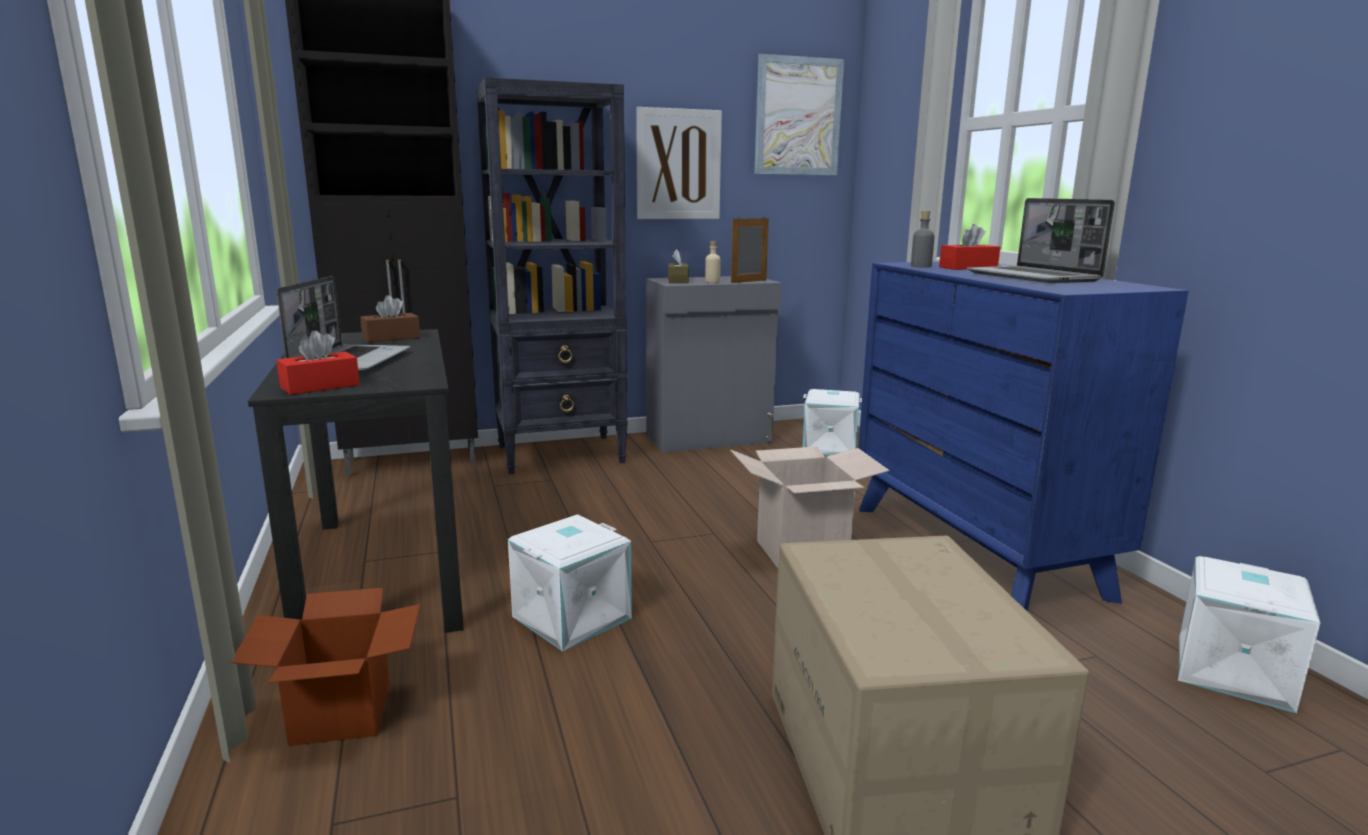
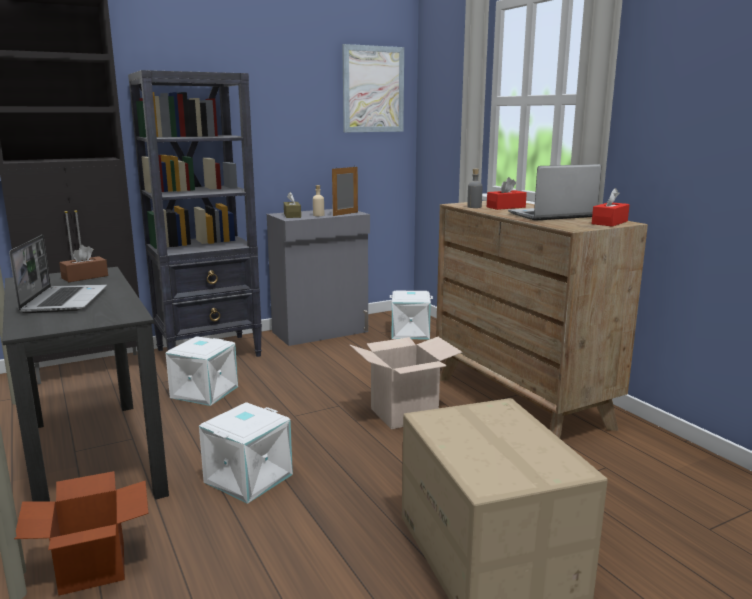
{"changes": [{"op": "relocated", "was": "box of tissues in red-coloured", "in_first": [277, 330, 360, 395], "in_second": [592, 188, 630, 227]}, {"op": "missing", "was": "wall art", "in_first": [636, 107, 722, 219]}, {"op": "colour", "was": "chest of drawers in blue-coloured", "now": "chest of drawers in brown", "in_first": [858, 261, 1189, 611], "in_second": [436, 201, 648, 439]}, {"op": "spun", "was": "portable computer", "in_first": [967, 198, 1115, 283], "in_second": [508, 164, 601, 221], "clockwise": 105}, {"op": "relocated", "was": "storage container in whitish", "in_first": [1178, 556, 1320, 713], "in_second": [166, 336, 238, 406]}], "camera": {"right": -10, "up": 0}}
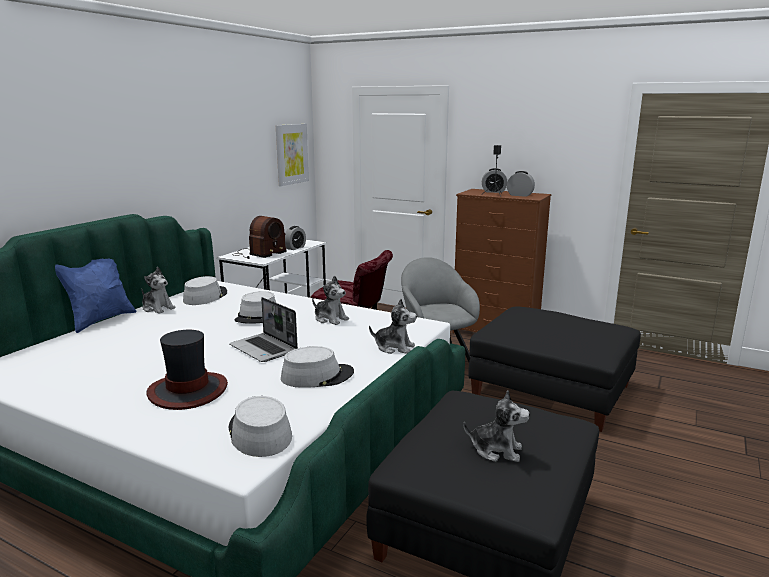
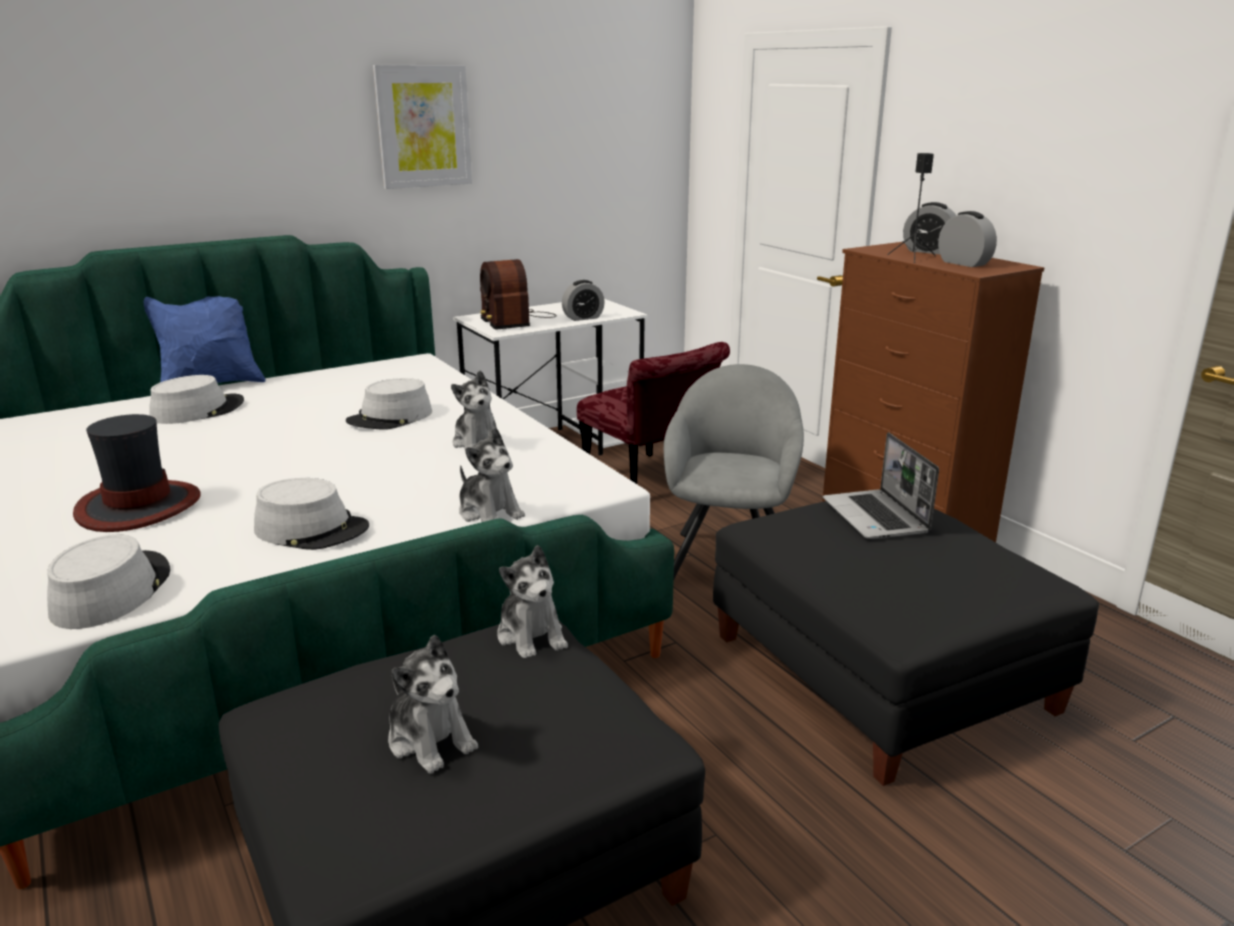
{"changes": [{"op": "relocated", "was": "soft toy", "in_first": [141, 267, 175, 314], "in_second": [497, 545, 568, 658]}, {"op": "relocated", "was": "hat in gray", "in_first": [183, 276, 227, 305], "in_second": [149, 375, 244, 424]}, {"op": "relocated", "was": "portable computer", "in_first": [229, 297, 298, 362], "in_second": [823, 432, 939, 539]}, {"op": "spun", "was": "radio set", "in_first": [233, 216, 287, 259], "in_second": [480, 259, 557, 330], "clockwise": 90}, {"op": "relocated", "was": "wall art", "in_first": [276, 124, 309, 186], "in_second": [373, 65, 472, 189]}], "camera": {"right": 30, "up": 5}}
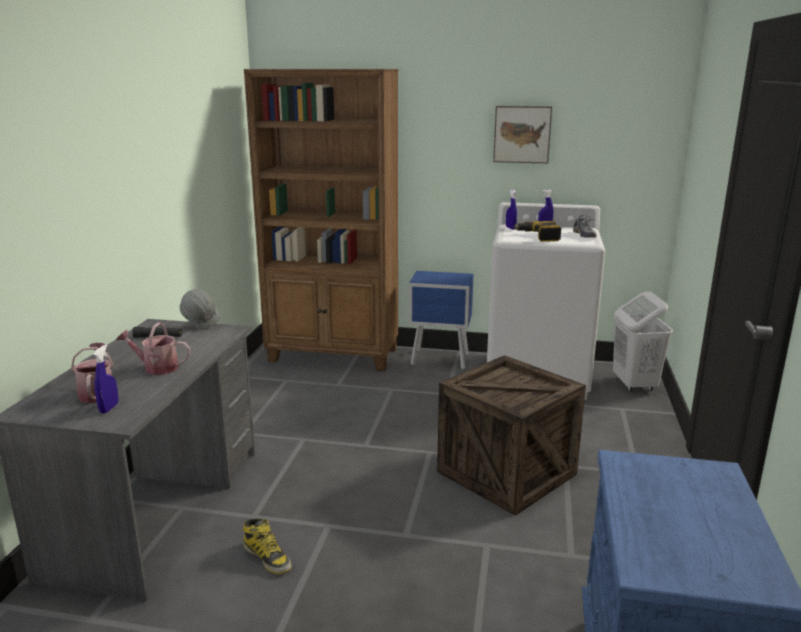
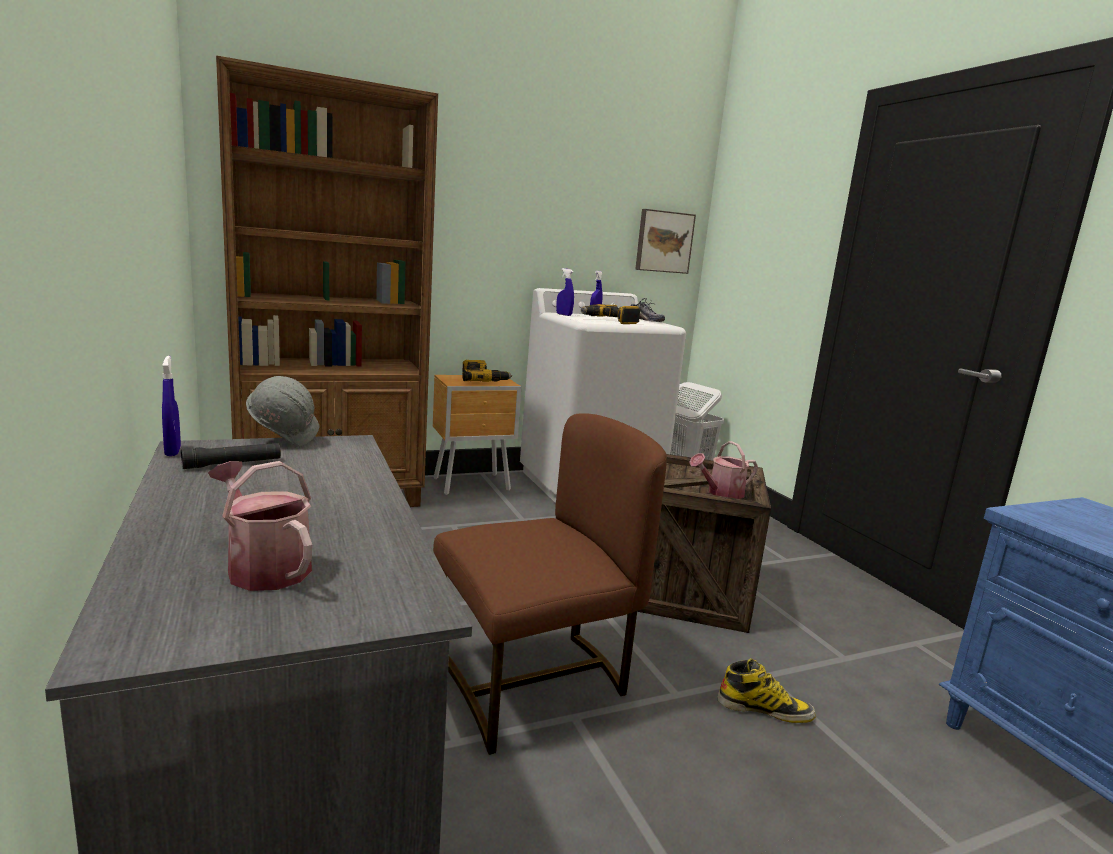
{"changes": [{"op": "relocated", "was": "hand sprayer in blue-coloured", "in_first": [93, 345, 118, 414], "in_second": [162, 356, 181, 456]}, {"op": "relocated", "was": "watering pot", "in_first": [116, 322, 190, 375], "in_second": [689, 441, 758, 499]}, {"op": "relocated", "was": "high-top boot", "in_first": [243, 519, 292, 574], "in_second": [717, 658, 816, 723]}, {"op": "colour", "was": "bedside table in blue-coloured", "now": "bedside table in brown", "in_first": [409, 271, 474, 369], "in_second": [433, 375, 521, 495]}, {"op": "relocated", "was": "wall art", "in_first": [493, 106, 552, 164], "in_second": [635, 209, 696, 274]}, {"op": "appeared", "now": "chair in brown", "in_second": [433, 413, 667, 755]}, {"op": "appeared", "now": "electric drill", "in_second": [462, 360, 512, 382]}], "camera": {"right": -35, "up": -5}}
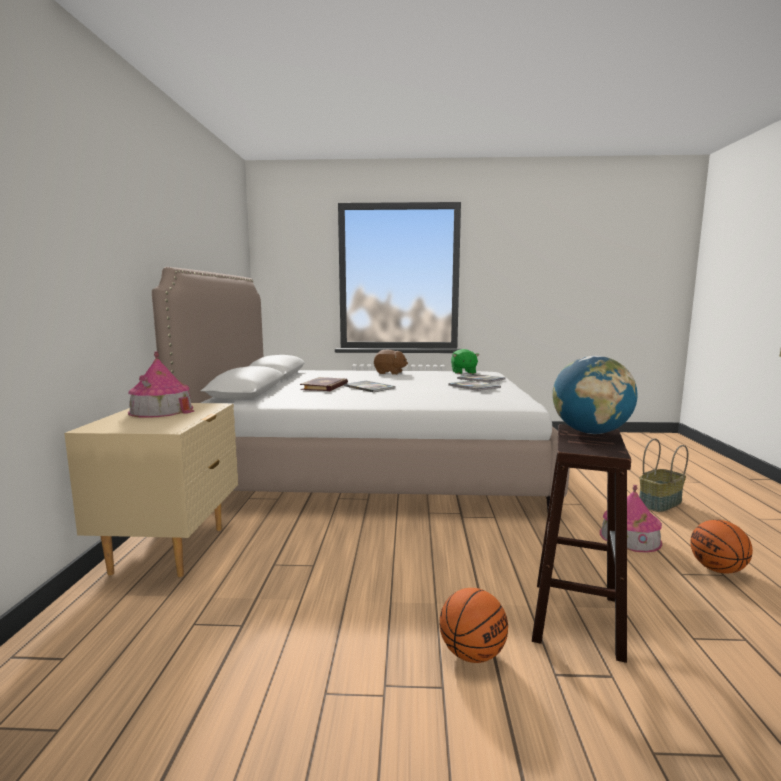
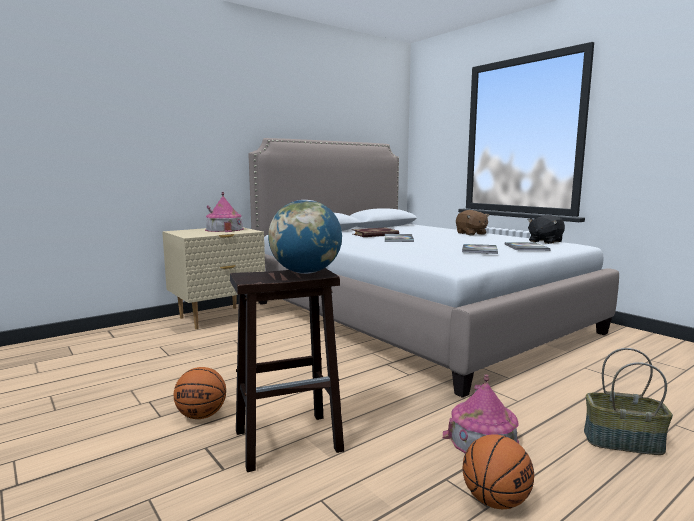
{"changes": [{"op": "colour", "was": "soft toy in green", "now": "soft toy in black-coloured", "in_first": [451, 349, 479, 374], "in_second": [528, 215, 565, 244]}], "camera": {"right": 50, "up": 0}}
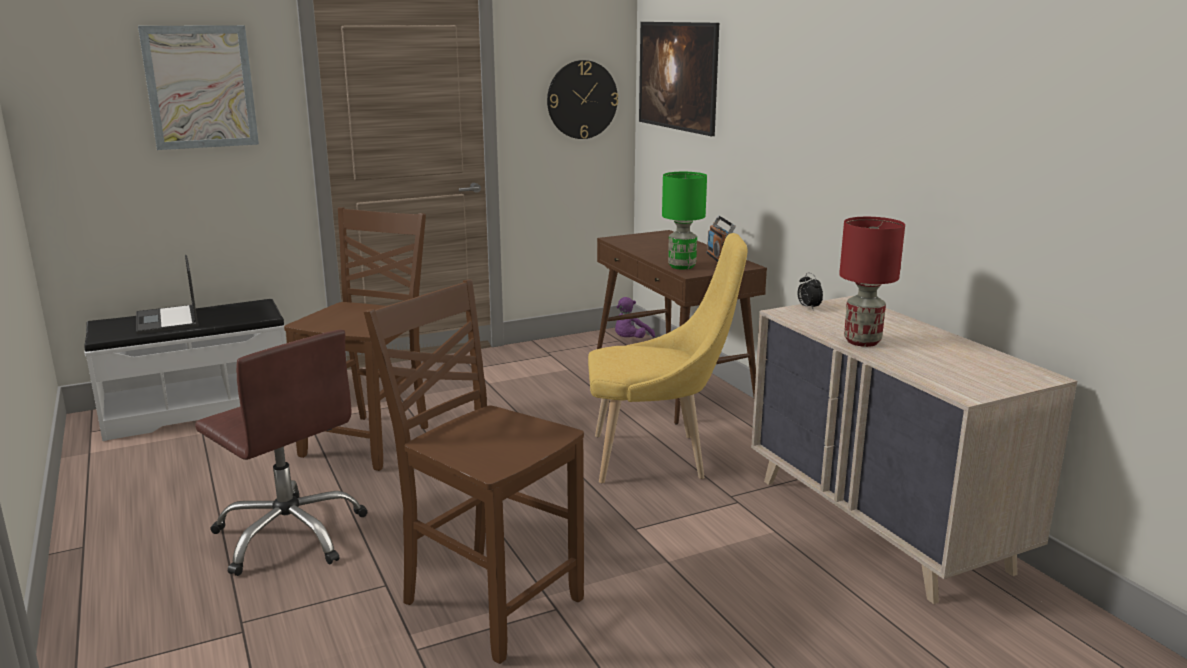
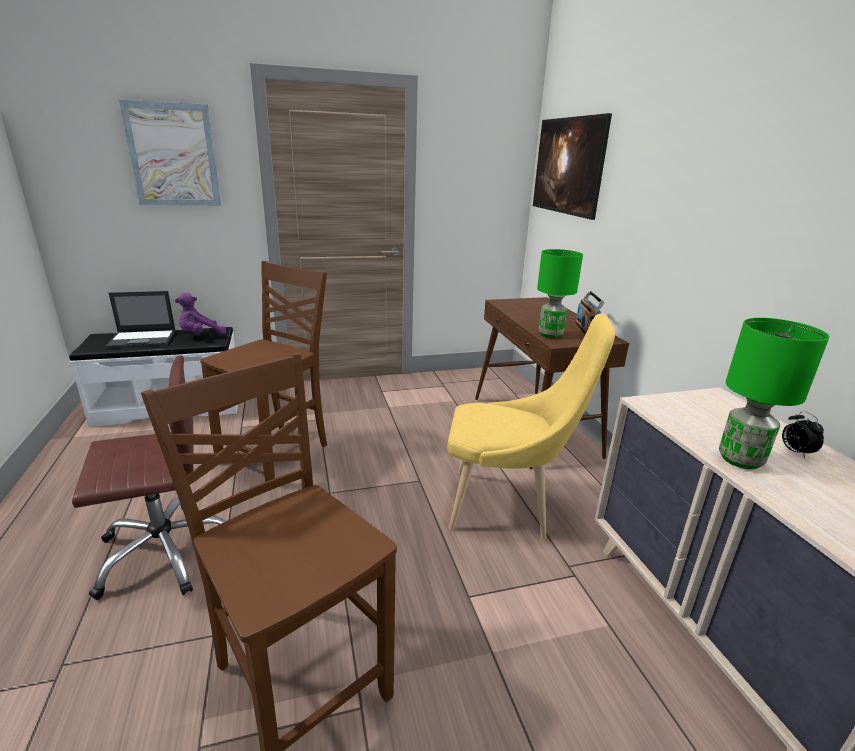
{"changes": [{"op": "spun", "was": "portable computer", "in_first": [136, 255, 199, 334], "in_second": [105, 291, 176, 349], "clockwise": -90}, {"op": "spun", "was": "desk chair in brown", "in_first": [195, 329, 368, 576], "in_second": [72, 355, 226, 600], "clockwise": -75}, {"op": "missing", "was": "hanging clock", "in_first": [547, 60, 618, 139]}, {"op": "relocated", "was": "soft toy in purplish", "in_first": [615, 297, 655, 338], "in_second": [175, 292, 226, 334]}, {"op": "relocated", "was": "table clock", "in_first": [798, 273, 823, 309], "in_second": [782, 411, 824, 458]}, {"op": "colour", "was": "lamp for a table in red-coloured", "now": "lamp for a table in green", "in_first": [839, 217, 905, 347], "in_second": [719, 318, 830, 469]}], "camera": {"right": 10, "up": 5}}
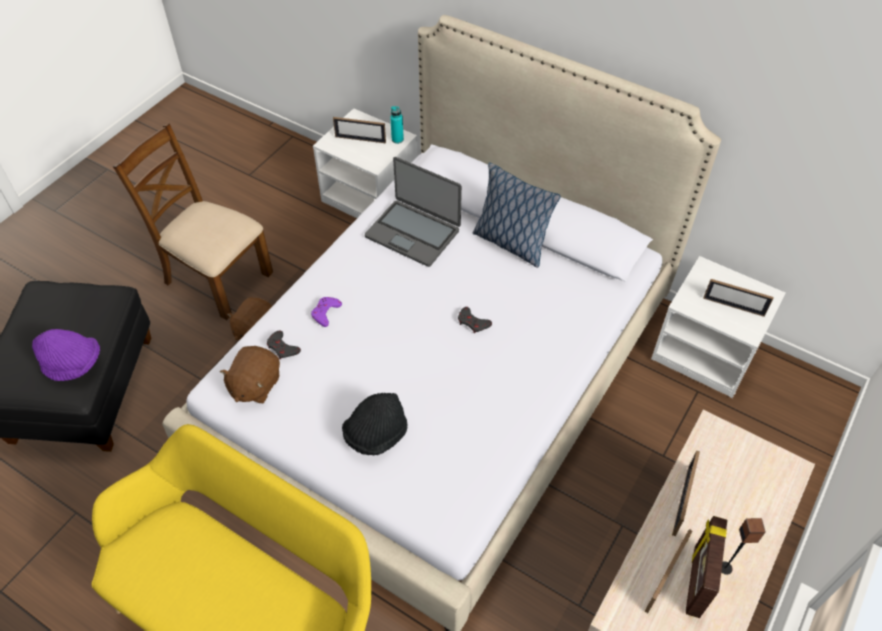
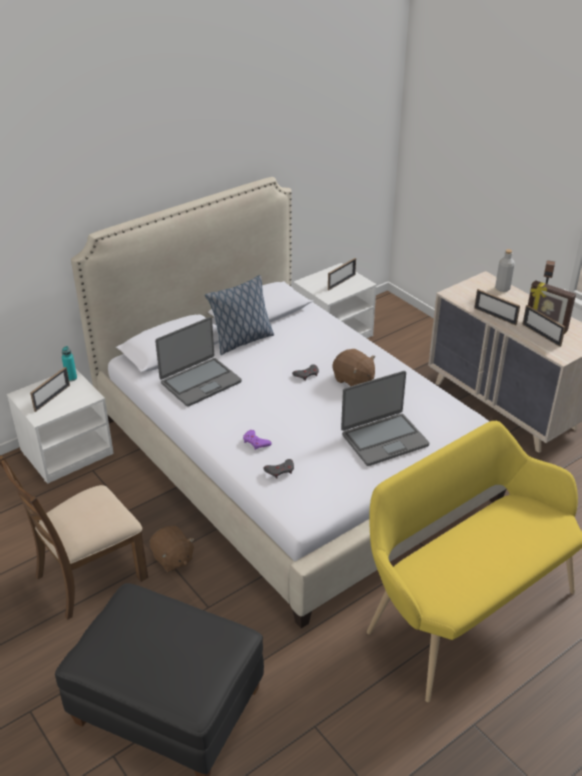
{"changes": [{"op": "missing", "was": "hat in purplish", "in_first": [32, 329, 100, 381]}, {"op": "relocated", "was": "soft toy in brown", "in_first": [220, 346, 280, 403], "in_second": [333, 349, 375, 386]}, {"op": "exchanged", "was": "hat in black-coloured", "now": "portable computer", "in_first": [342, 393, 407, 455], "in_second": [341, 371, 429, 466]}, {"op": "appeared", "now": "beverage bottle in gray", "in_second": [495, 249, 515, 292]}], "camera": {"right": -70, "up": -15}}
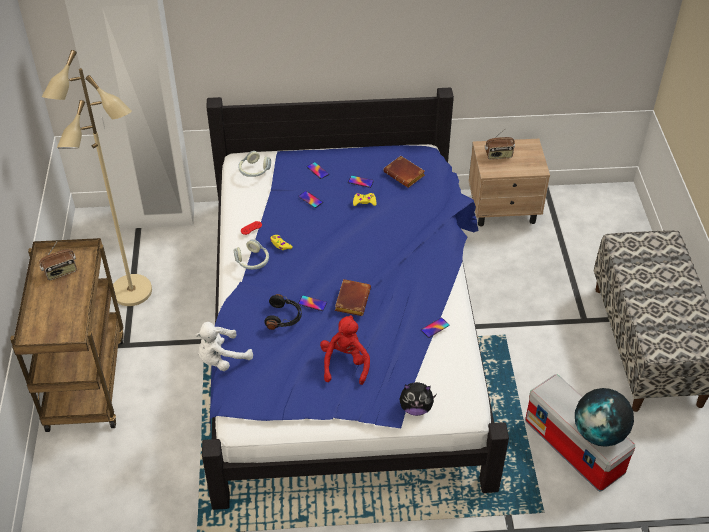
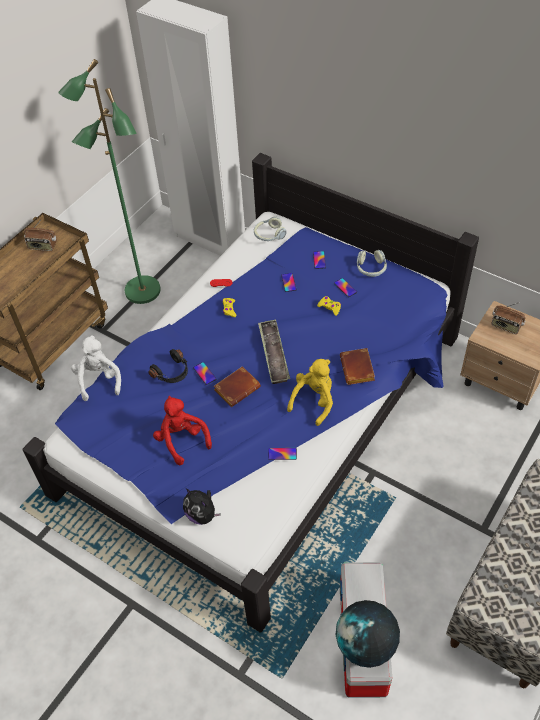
{"changes": [{"op": "colour", "was": "standing lamp in beige", "now": "standing lamp in green", "in_first": [42, 50, 152, 306], "in_second": [58, 59, 161, 304]}, {"op": "spun", "was": "soft toy in whitish", "in_first": [195, 322, 253, 371], "in_second": [71, 335, 121, 401], "clockwise": 75}, {"op": "relocated", "was": "pair of headphones", "in_first": [234, 239, 269, 269], "in_second": [357, 250, 387, 277]}, {"op": "spun", "was": "soft toy in red-coloured", "in_first": [320, 315, 370, 385], "in_second": [153, 396, 212, 465], "clockwise": -75}, {"op": "relocated", "was": "volume in brown", "in_first": [383, 156, 425, 188], "in_second": [340, 348, 375, 385]}, {"op": "appeared", "now": "serving tray", "in_second": [258, 319, 290, 384]}, {"op": "appeared", "now": "soft toy in yellow", "in_second": [287, 359, 333, 426]}], "camera": {"right": 40, "up": 5}}
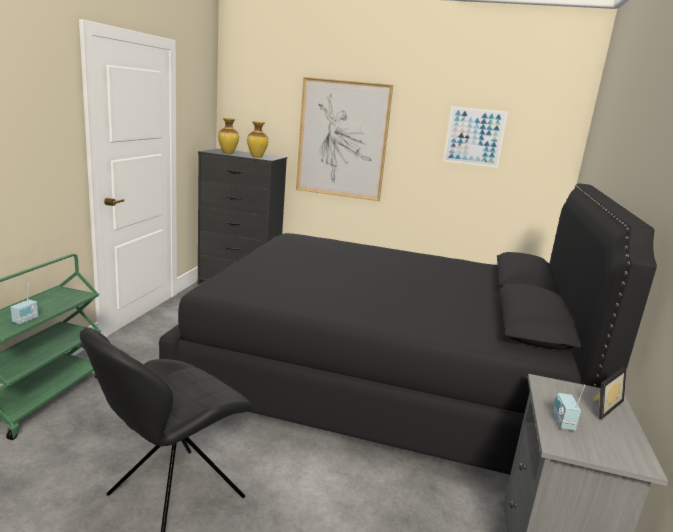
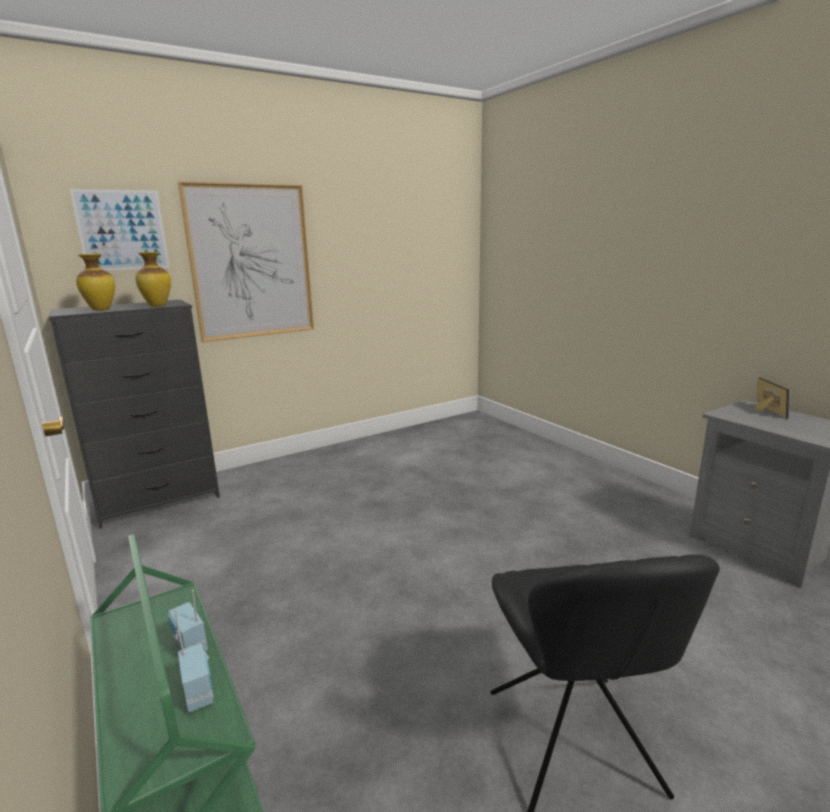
{"changes": [{"op": "missing", "was": "sleeping bed in black-coloured", "in_first": [159, 183, 657, 475]}, {"op": "relocated", "was": "wall art", "in_first": [443, 106, 508, 168], "in_second": [70, 189, 170, 271]}, {"op": "relocated", "was": "radio set", "in_first": [553, 385, 585, 431], "in_second": [168, 590, 208, 651]}], "camera": {"right": -45, "up": 0}}
